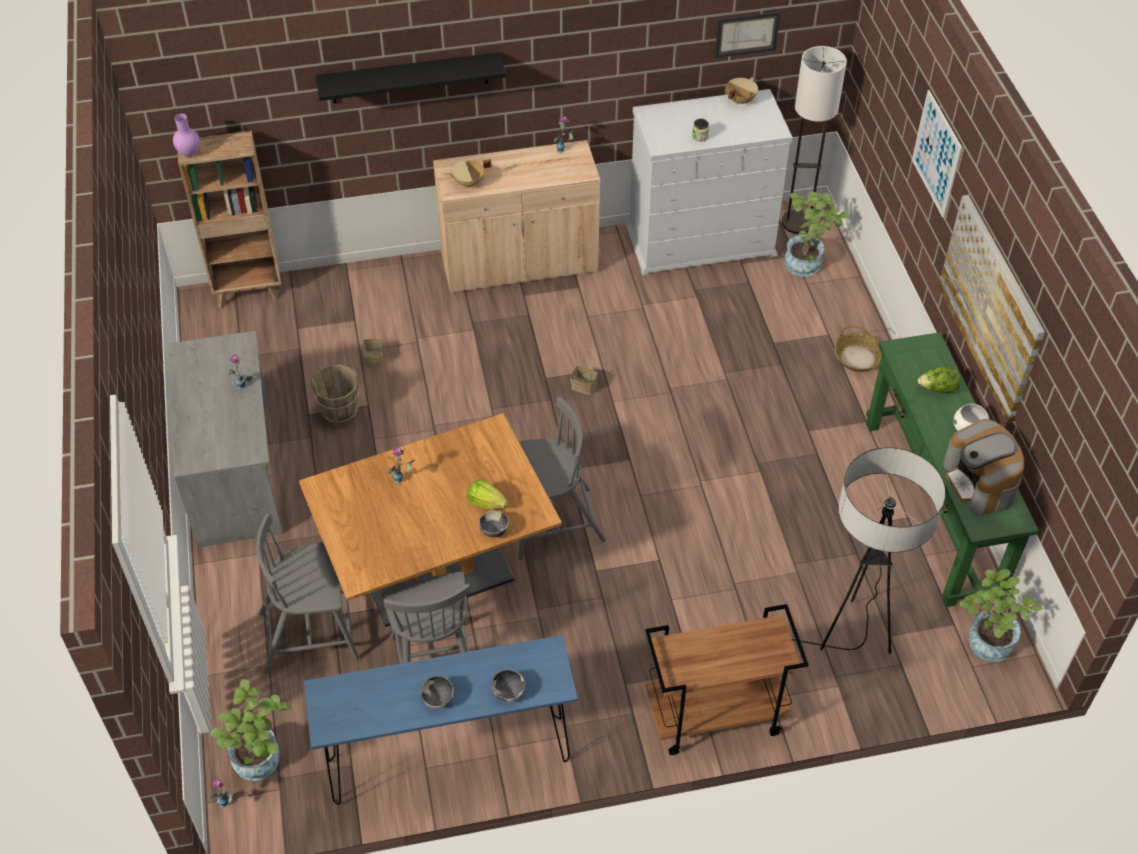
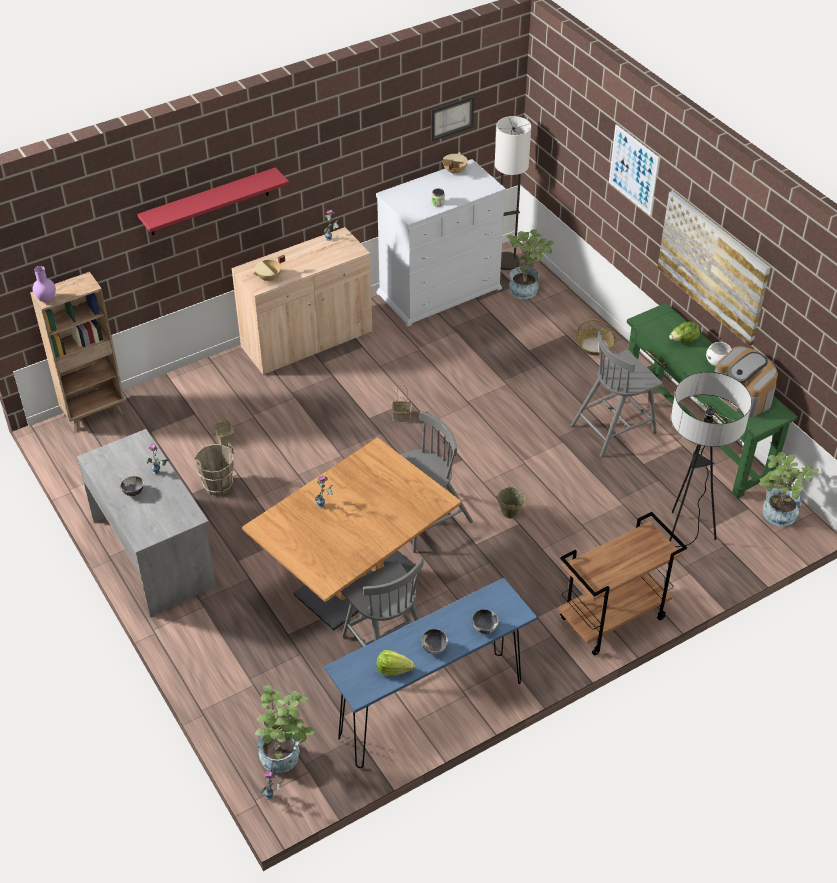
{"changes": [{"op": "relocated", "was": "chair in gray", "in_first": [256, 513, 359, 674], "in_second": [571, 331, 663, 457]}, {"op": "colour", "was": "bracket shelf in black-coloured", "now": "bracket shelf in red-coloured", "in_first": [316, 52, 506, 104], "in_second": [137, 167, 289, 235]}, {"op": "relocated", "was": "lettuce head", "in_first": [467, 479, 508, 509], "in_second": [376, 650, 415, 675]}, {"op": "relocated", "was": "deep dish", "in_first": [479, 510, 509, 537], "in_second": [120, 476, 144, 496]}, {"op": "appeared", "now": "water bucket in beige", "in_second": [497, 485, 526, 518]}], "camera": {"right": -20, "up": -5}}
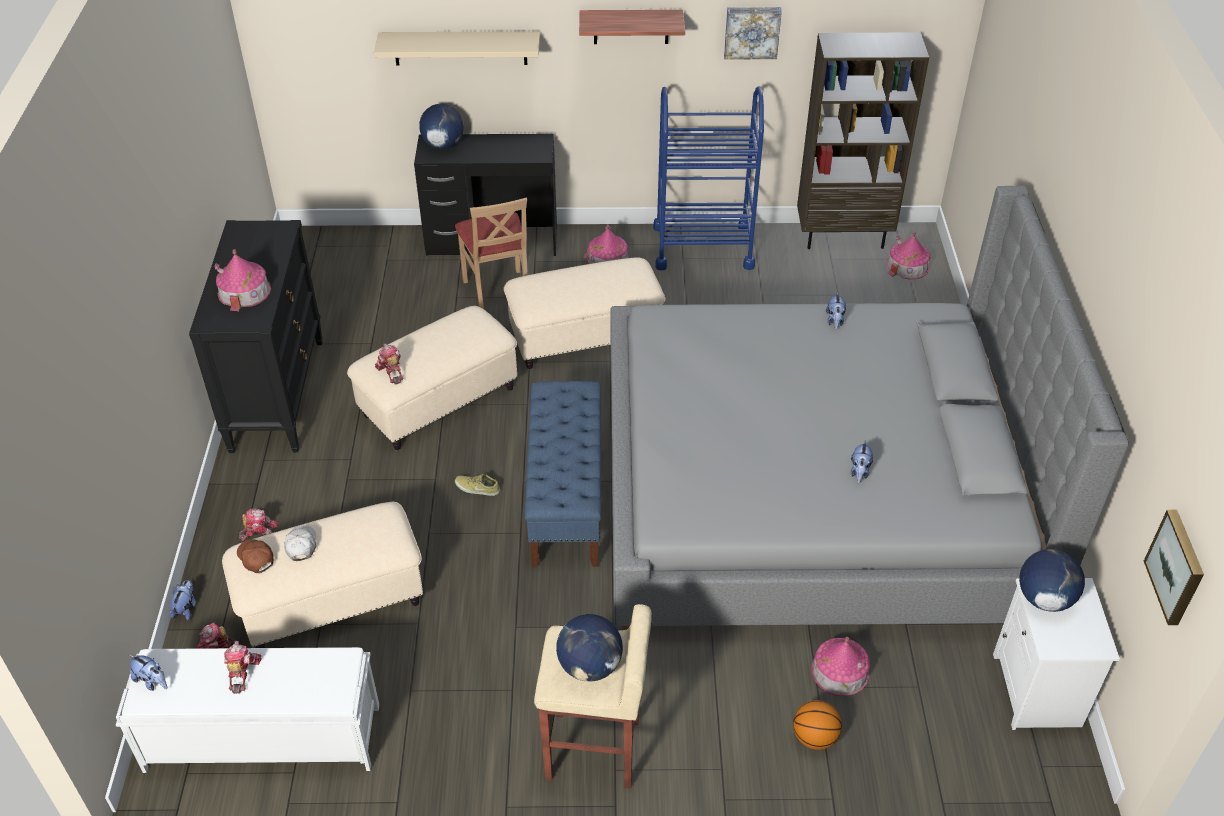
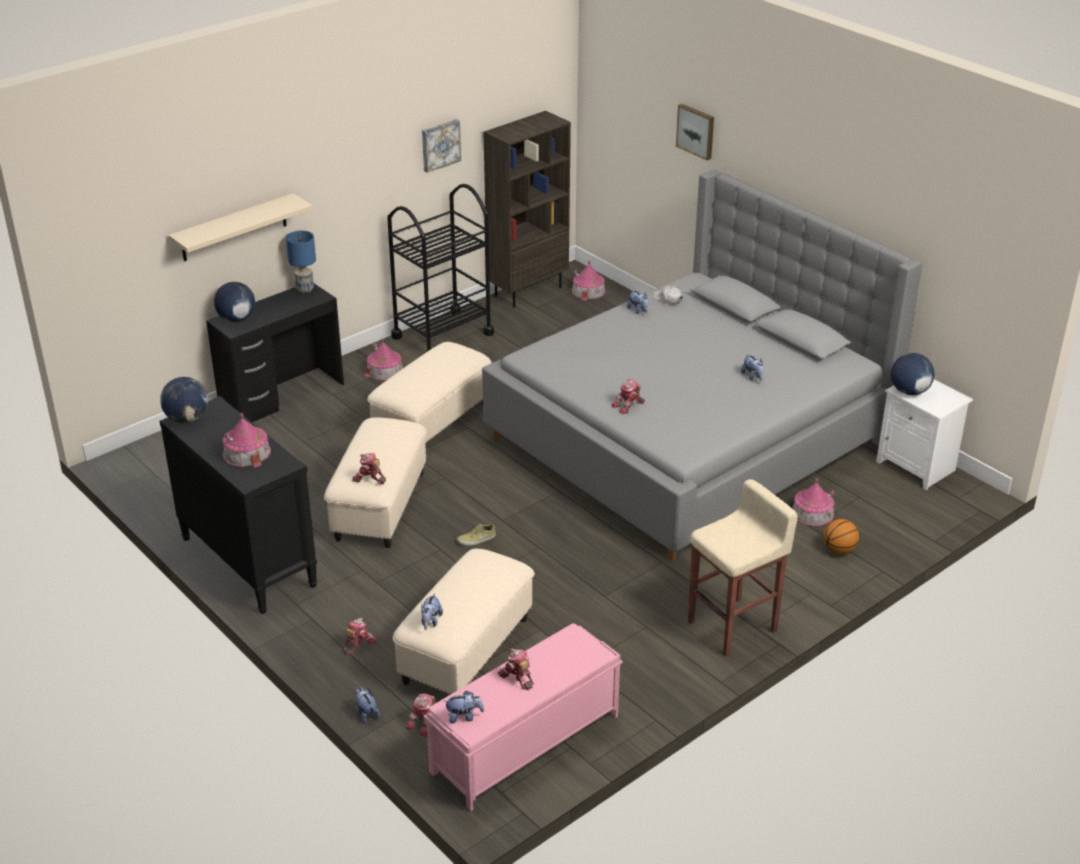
{"changes": [{"op": "colour", "was": "indoor bench in whitish", "now": "indoor bench in pinkish", "in_first": [116, 647, 379, 773], "in_second": [424, 623, 623, 811]}, {"op": "exchanged", "was": "peaked cap in brown", "now": "soft toy", "in_first": [237, 539, 274, 573], "in_second": [421, 593, 443, 630]}, {"op": "relocated", "was": "peaked cap in whitish", "in_first": [284, 525, 316, 561], "in_second": [653, 286, 682, 305]}, {"op": "missing", "was": "chair in beige", "in_first": [455, 197, 528, 309]}, {"op": "missing", "was": "indoor bench in blue-coloured", "in_first": [525, 381, 601, 567]}, {"op": "relocated", "was": "globe", "in_first": [556, 614, 623, 682], "in_second": [160, 377, 208, 423]}, {"op": "missing", "was": "bracket shelf", "in_first": [579, 10, 685, 44]}, {"op": "colour", "was": "trolley in blue-coloured", "now": "trolley in black-coloured", "in_first": [653, 86, 764, 271], "in_second": [387, 184, 494, 354]}, {"op": "relocated", "was": "wall art", "in_first": [1144, 510, 1204, 625], "in_second": [676, 104, 714, 160]}, {"op": "appeared", "now": "lamp for a table in blue-coloured", "in_second": [286, 231, 316, 293]}, {"op": "appeared", "now": "model robot", "in_second": [611, 379, 645, 414]}], "camera": {"right": -40, "up": -10}}
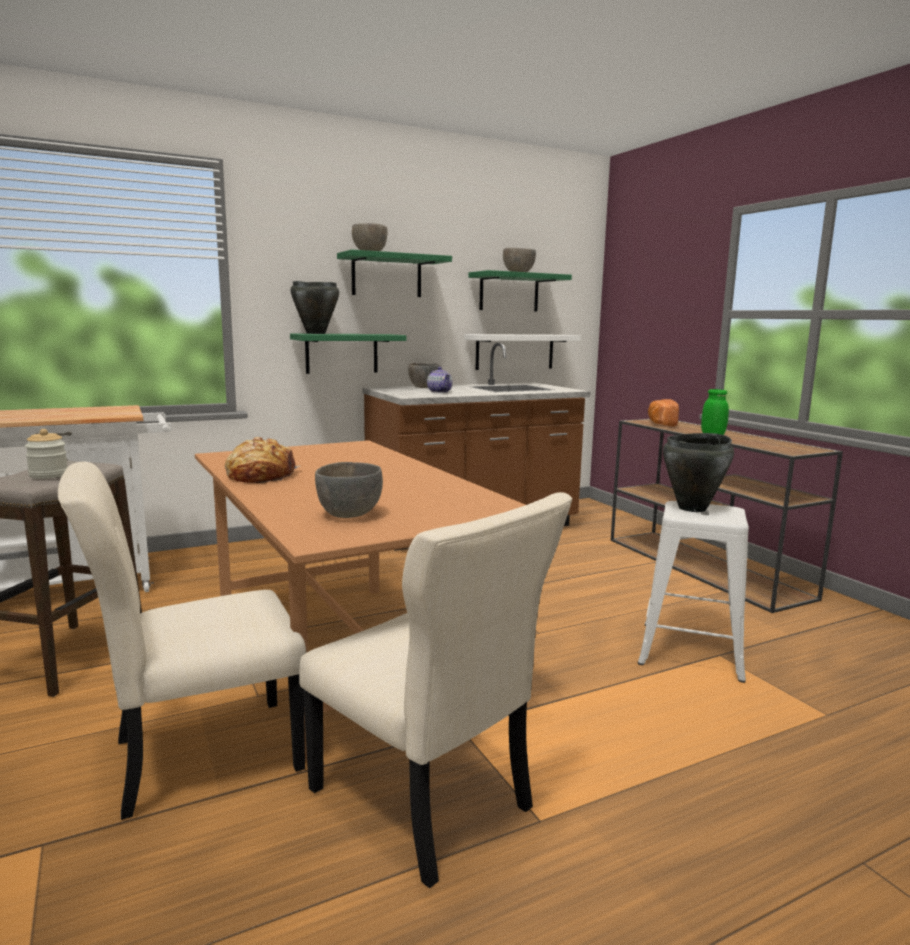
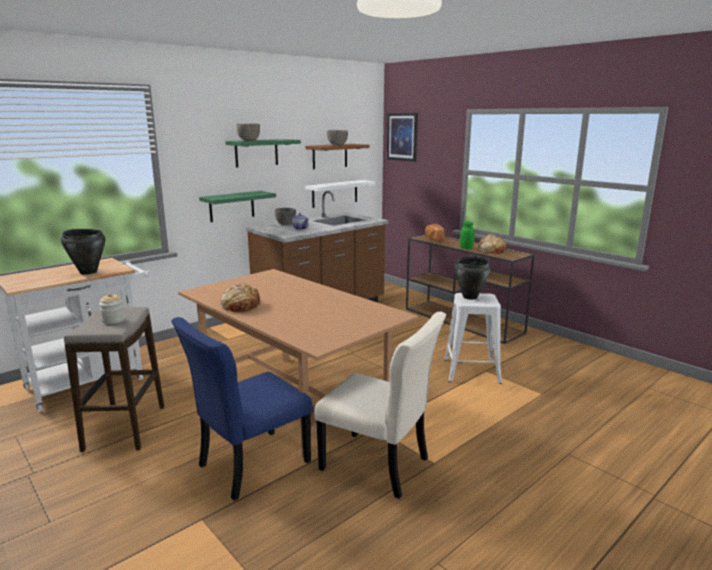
{"changes": [{"op": "colour", "was": "chair in beige", "now": "chair in blue-coloured", "in_first": [58, 462, 306, 820], "in_second": [171, 317, 313, 501]}, {"op": "relocated", "was": "cooking pot in black-coloured", "in_first": [290, 281, 339, 334], "in_second": [61, 229, 105, 275]}, {"op": "missing", "was": "deep dish in gray", "in_first": [315, 462, 383, 518]}, {"op": "colour", "was": "bracket shelf in green", "now": "bracket shelf in brown", "in_first": [468, 270, 572, 311], "in_second": [306, 144, 370, 169]}, {"op": "appeared", "now": "wall art", "in_second": [387, 113, 418, 162]}, {"op": "appeared", "now": "baked bread", "in_second": [479, 234, 507, 253]}], "camera": {"right": -15, "up": 5}}
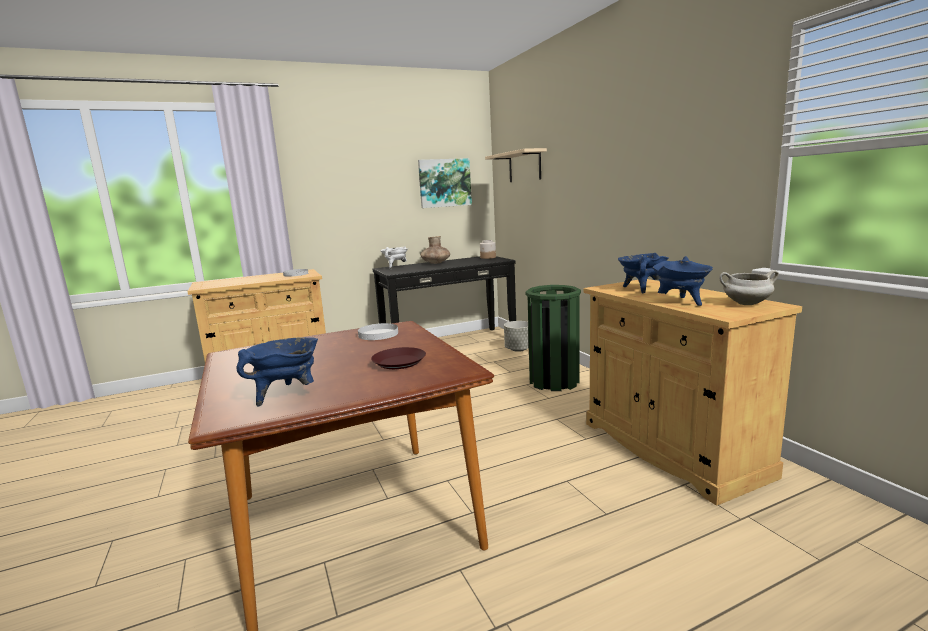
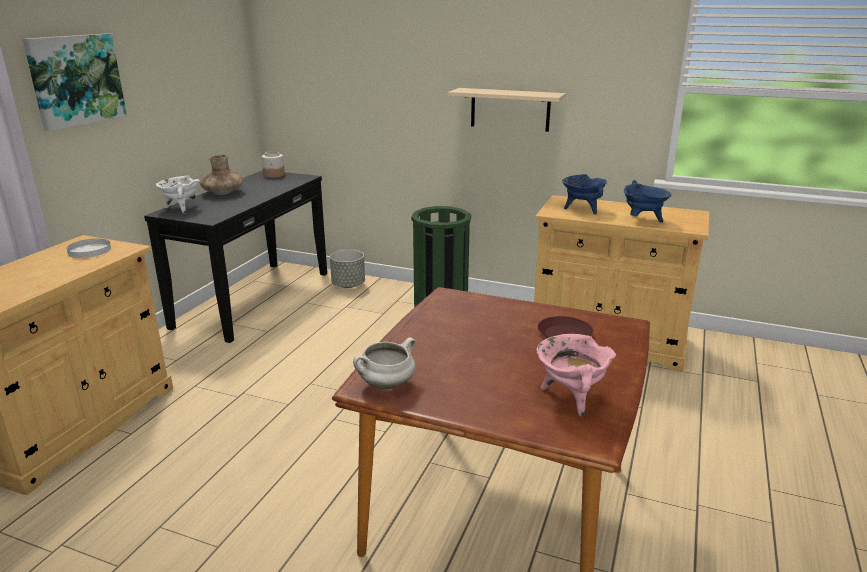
{"changes": [{"op": "colour", "was": "cooking pot in blue-coloured", "now": "cooking pot in pinkish", "in_first": [236, 337, 318, 407], "in_second": [537, 334, 616, 416]}, {"op": "missing", "was": "flat dish in whitish", "in_first": [358, 323, 398, 340]}, {"op": "relocated", "was": "wall art", "in_first": [418, 158, 472, 208], "in_second": [23, 33, 127, 131]}, {"op": "relocated", "was": "bracket shelf in beige", "in_first": [485, 148, 547, 182], "in_second": [448, 88, 566, 132]}, {"op": "relocated", "was": "cooking pot in whitish", "in_first": [719, 270, 779, 305], "in_second": [353, 338, 416, 390]}], "camera": {"right": -45, "up": 10}}
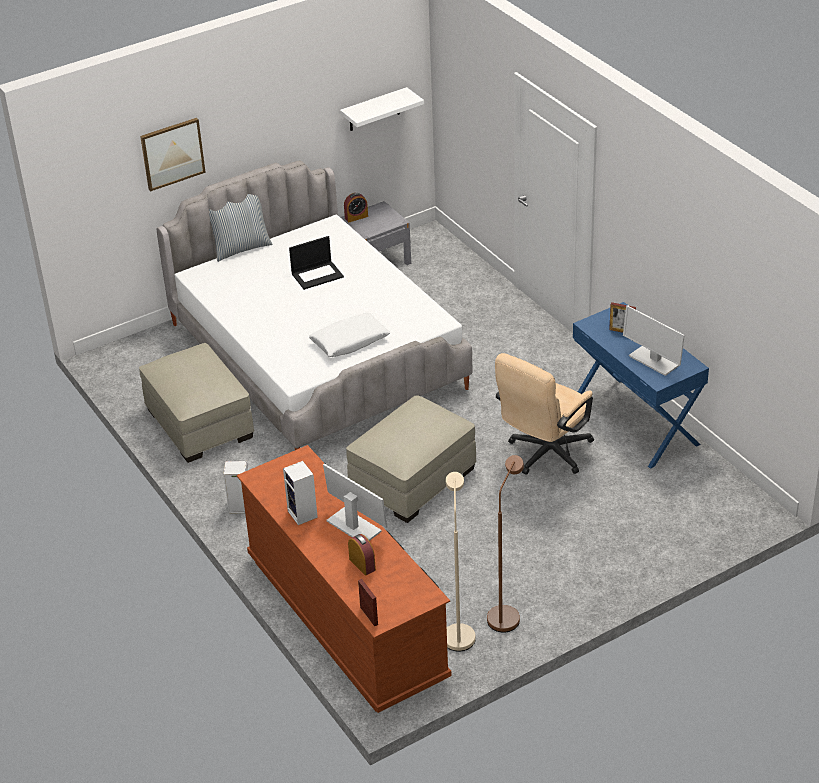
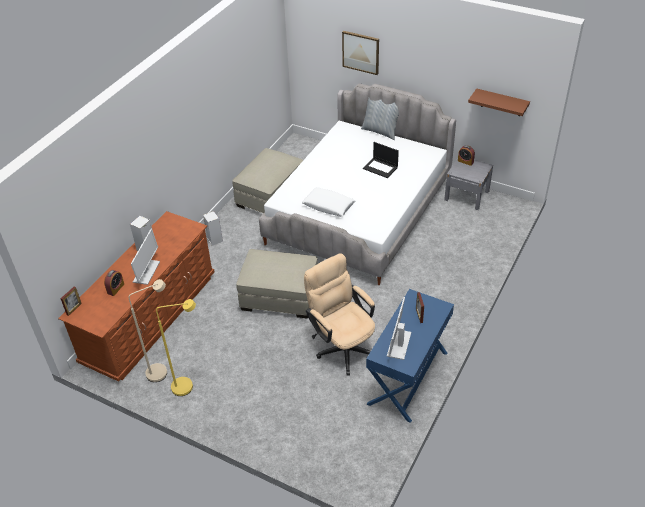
{"changes": [{"op": "colour", "was": "bracket shelf in whitish", "now": "bracket shelf in brown", "in_first": [340, 87, 424, 131], "in_second": [468, 88, 530, 116]}, {"op": "colour", "was": "standing lamp in brown", "now": "standing lamp in yellow", "in_first": [487, 455, 524, 633], "in_second": [156, 299, 196, 396]}, {"op": "spun", "was": "desk chair in beige", "in_first": [495, 353, 594, 475], "in_second": [304, 253, 375, 375], "clockwise": 45}], "camera": {"right": 60, "up": 5}}
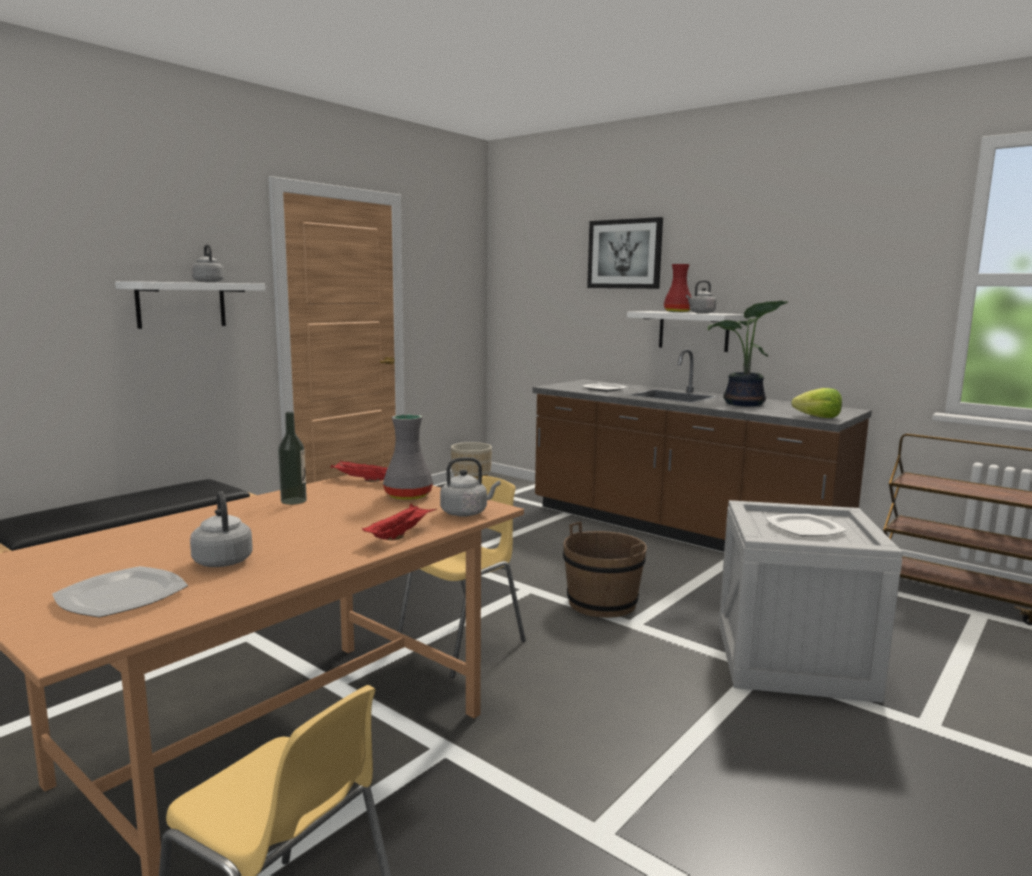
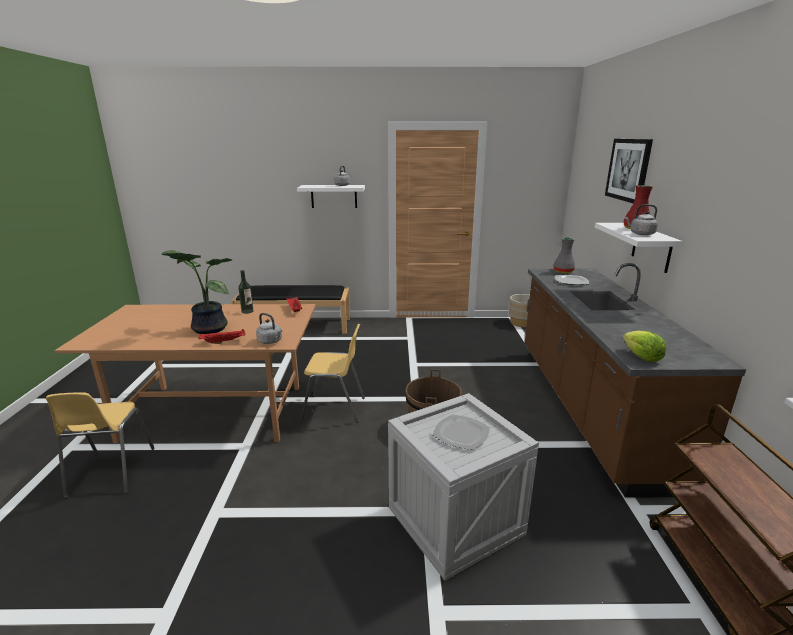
{"changes": [{"op": "missing", "was": "flat dish", "in_first": [52, 566, 188, 618]}, {"op": "missing", "was": "tea kettle in gray", "in_first": [190, 491, 253, 567]}, {"op": "relocated", "was": "vase in gray", "in_first": [383, 414, 433, 500], "in_second": [553, 237, 575, 273]}, {"op": "relocated", "was": "houseplant", "in_first": [707, 301, 788, 407], "in_second": [161, 250, 232, 334]}], "camera": {"right": 50, "up": 10}}
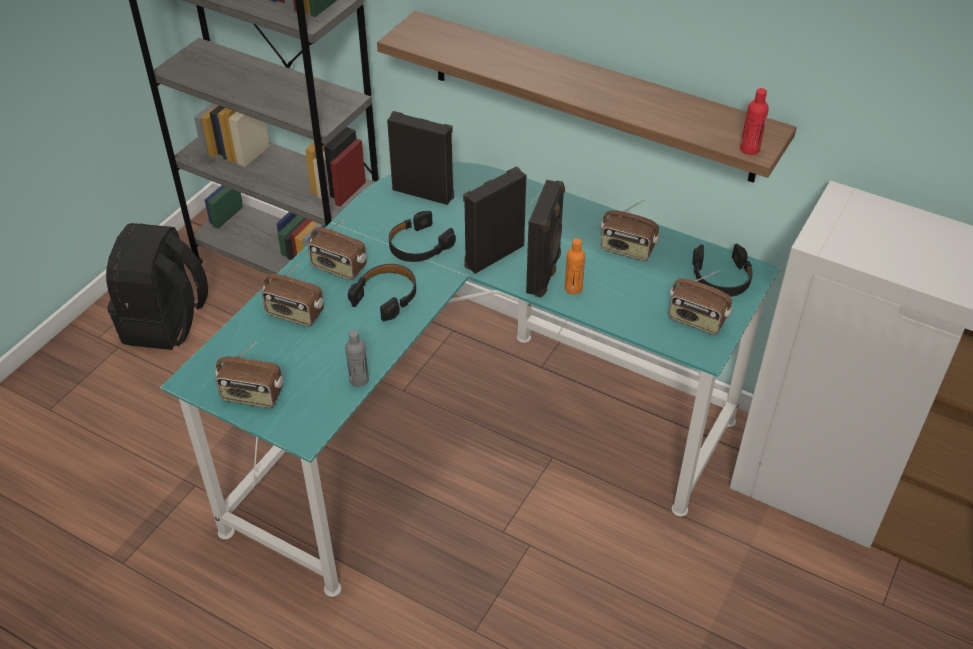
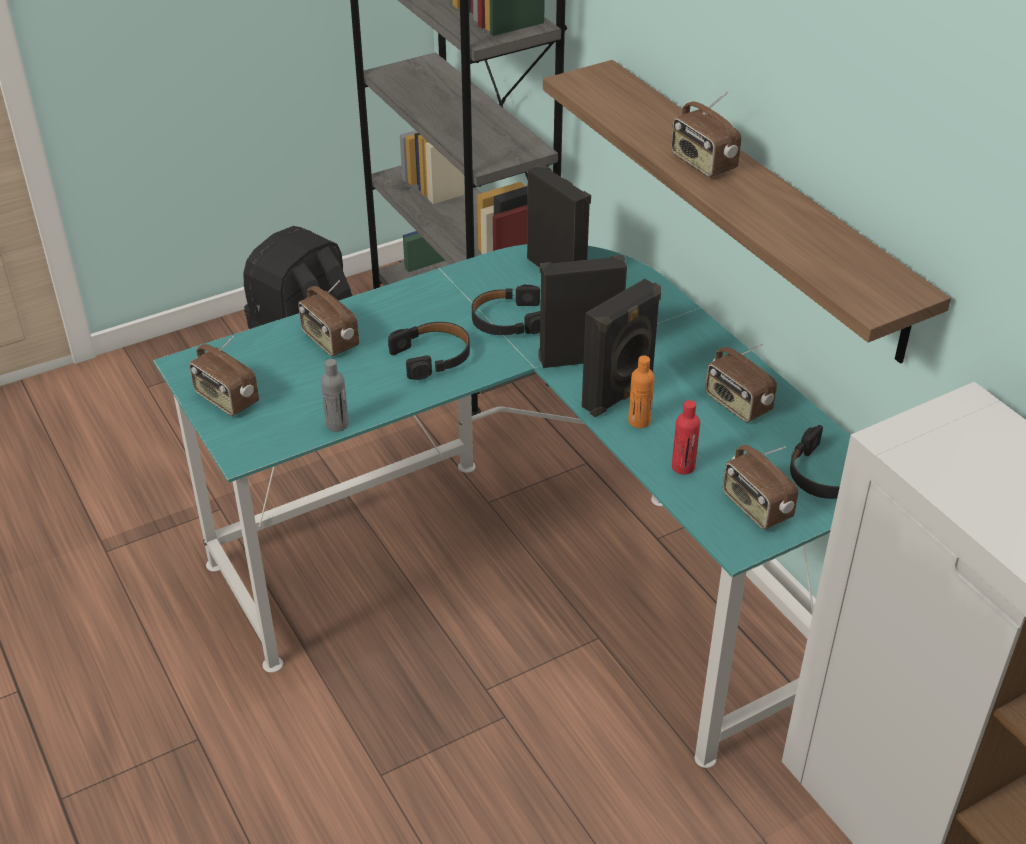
{"changes": [{"op": "relocated", "was": "radio set", "in_first": [308, 218, 367, 280], "in_second": [671, 91, 741, 177]}, {"op": "relocated", "was": "beverage bottle in red-coloured", "in_first": [740, 88, 769, 155], "in_second": [672, 400, 700, 475]}], "camera": {"right": 30, "up": -5}}
